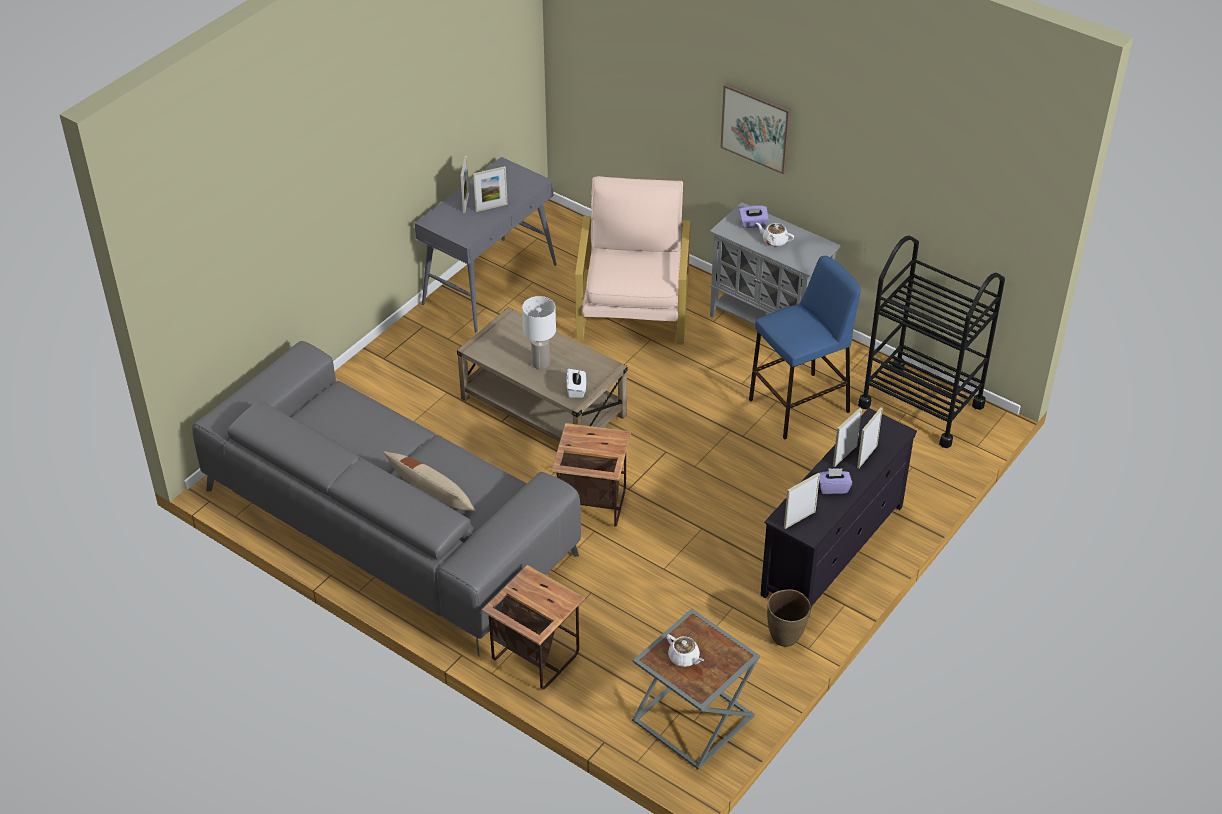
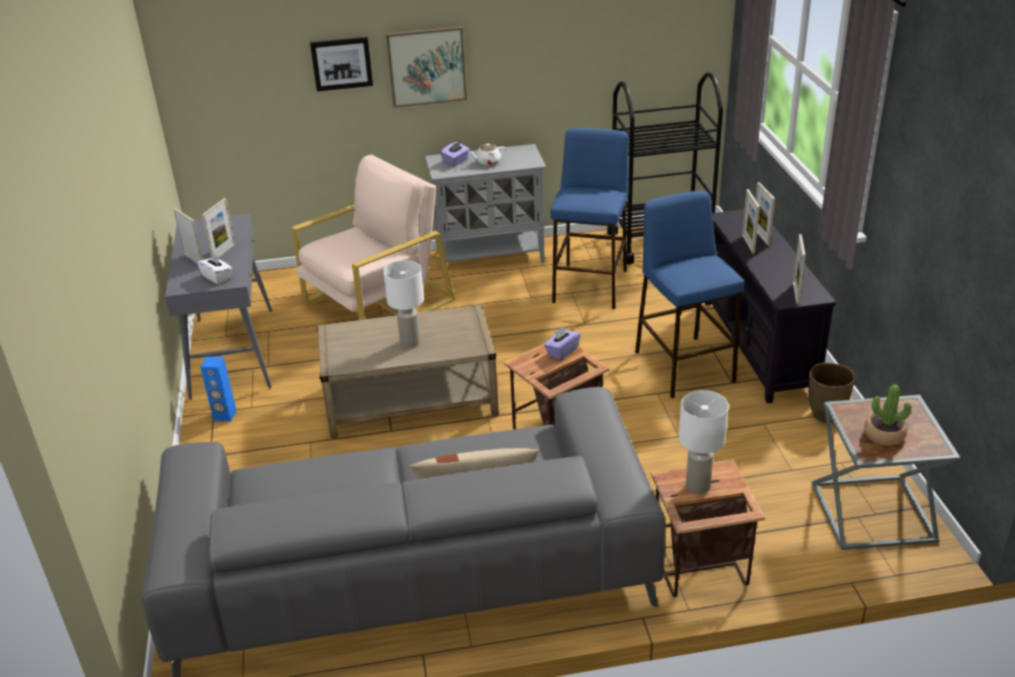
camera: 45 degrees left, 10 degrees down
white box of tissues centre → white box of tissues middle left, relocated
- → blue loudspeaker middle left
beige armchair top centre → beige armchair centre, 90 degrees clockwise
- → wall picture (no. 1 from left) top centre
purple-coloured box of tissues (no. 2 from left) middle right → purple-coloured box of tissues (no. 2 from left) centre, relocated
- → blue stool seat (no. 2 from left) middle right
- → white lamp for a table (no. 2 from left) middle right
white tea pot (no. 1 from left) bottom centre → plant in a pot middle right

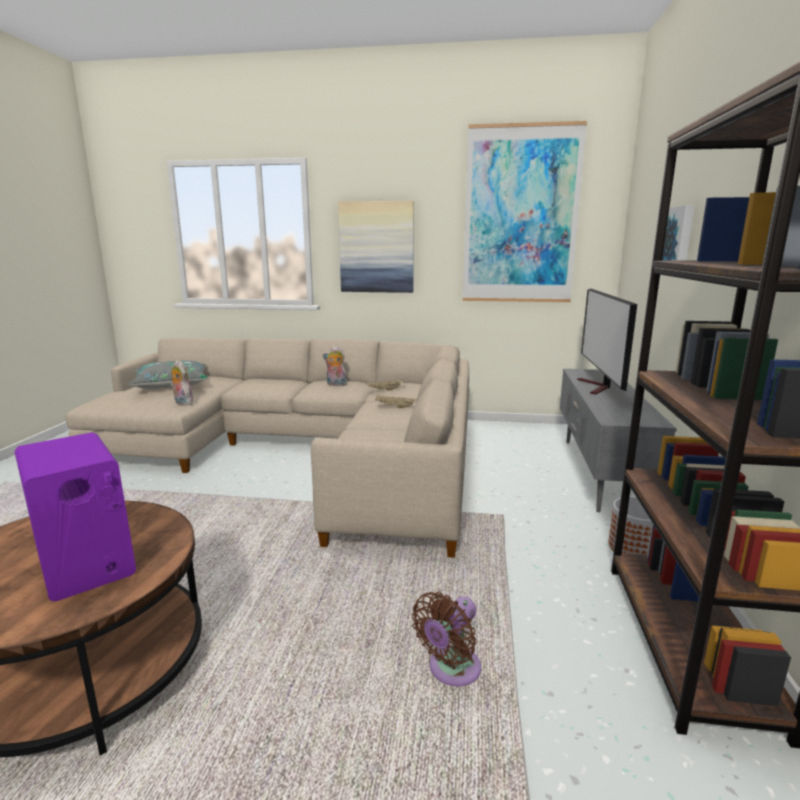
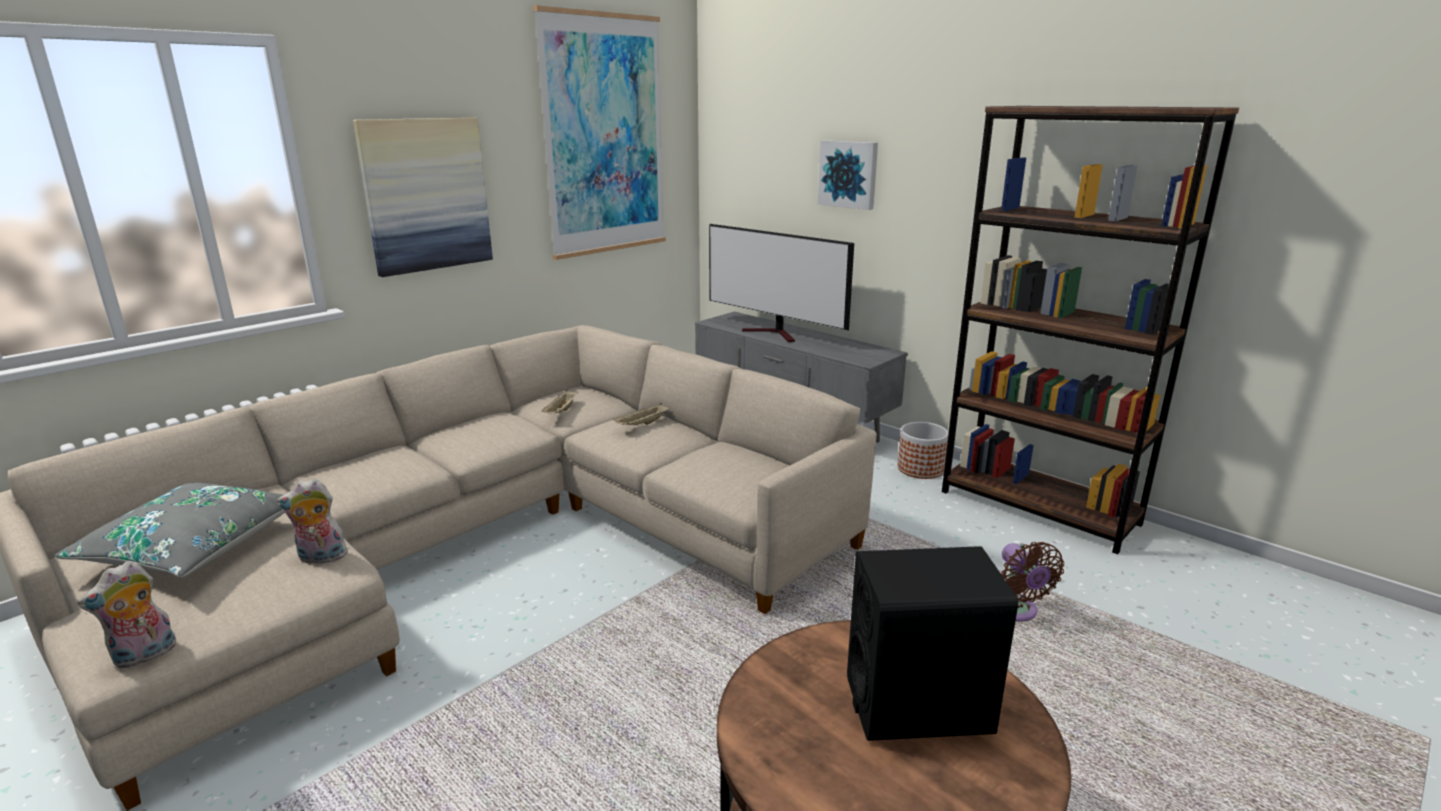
camera: 55 degrees left, 5 degrees up
soft toy (no. 2 from left in the first image) centre → soft toy (no. 1 from left) bottom left, relocated
purple-coloured loudspeaker middle left → black-coloured loudspeaker bottom centre

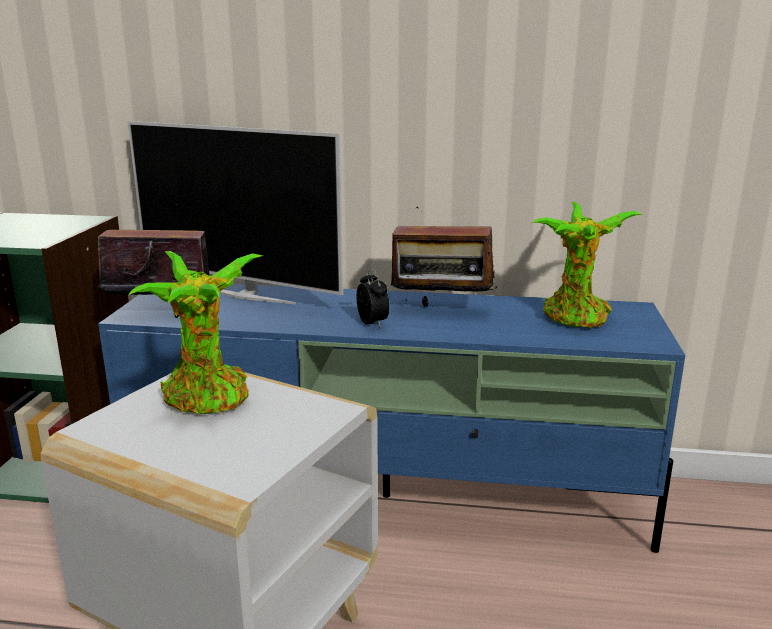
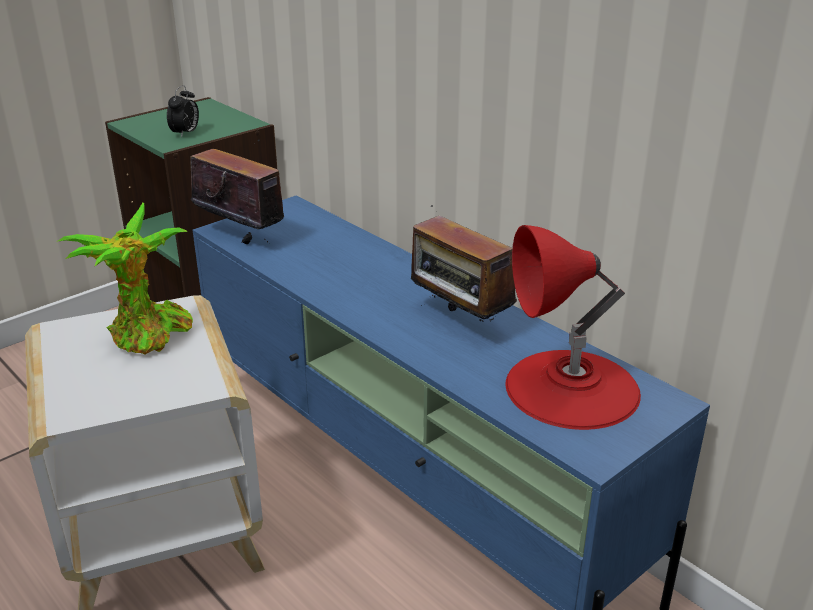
camera: 40 degrees right, 10 degrees up
bedside clock centre → bedside clock top left, relocated
plant in a pot (no. 2 from left) middle right → red-coloured lamp for a table middle right
television middle left → -

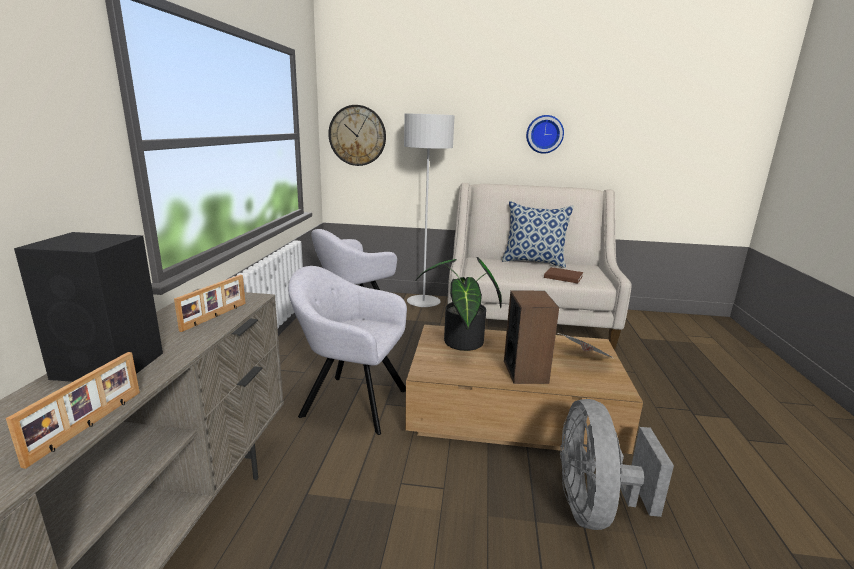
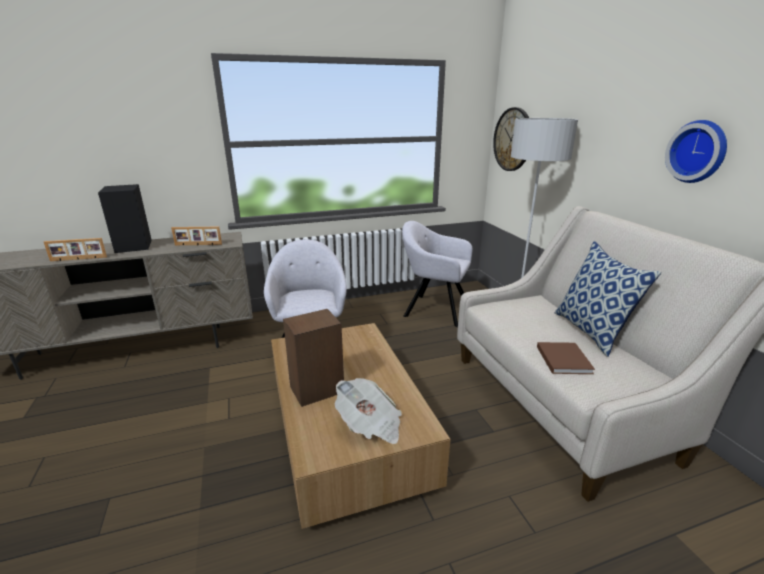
camera: 65 degrees right, 5 degrees up
plant in a pot centre → -
grey fan bottom right → -

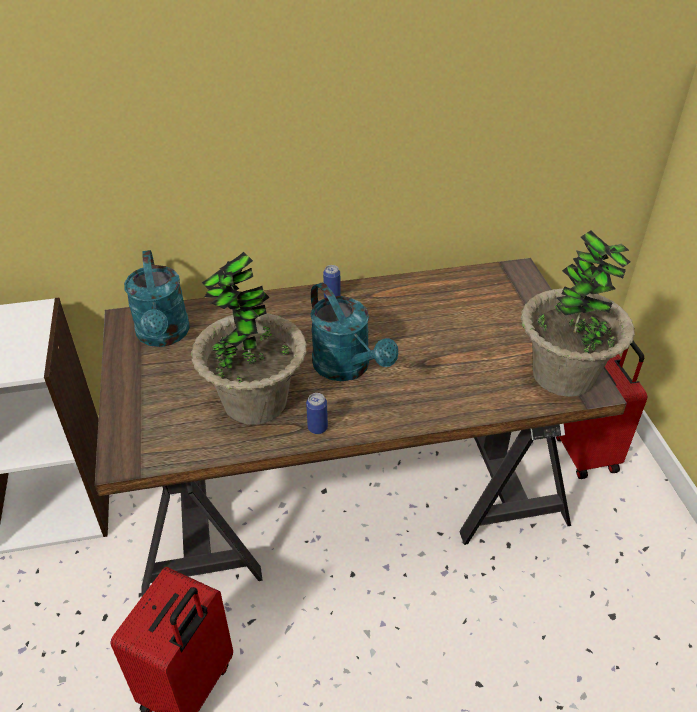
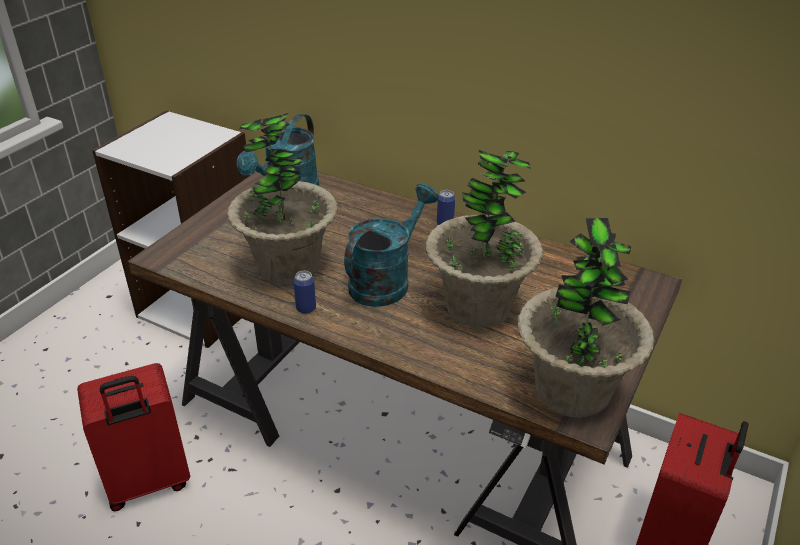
camera: 40 degrees right, 5 degrees down
turquoise-coloured watering pot (no. 2 from left) centre, 150 degrees counterclockwise
- → plant in a pot (no. 2 from left) centre

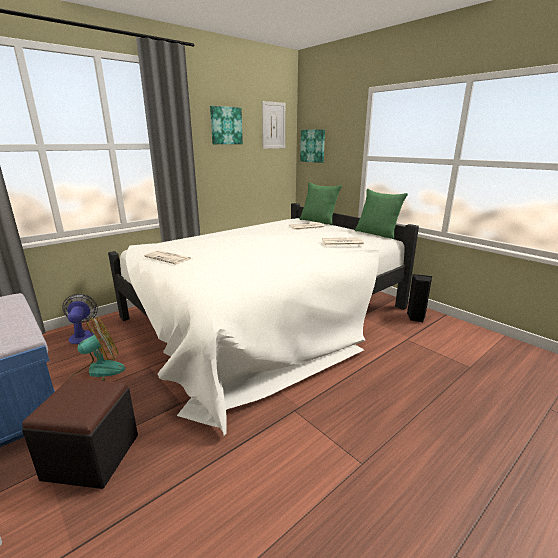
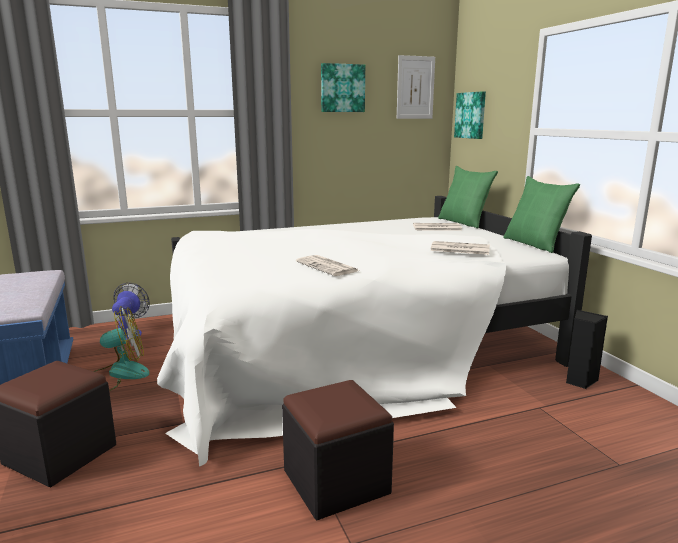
camera: 20 degrees right, 5 degrees down
- → black-coloured footrest (no. 2 from left) bottom centre
newspaper (no. 1 from left) middle left → newspaper (no. 1 from left) centre, relocated

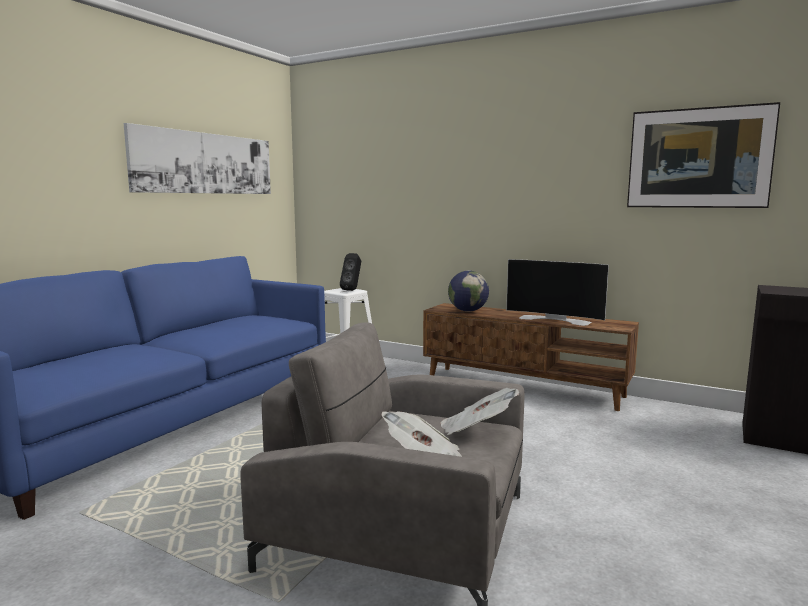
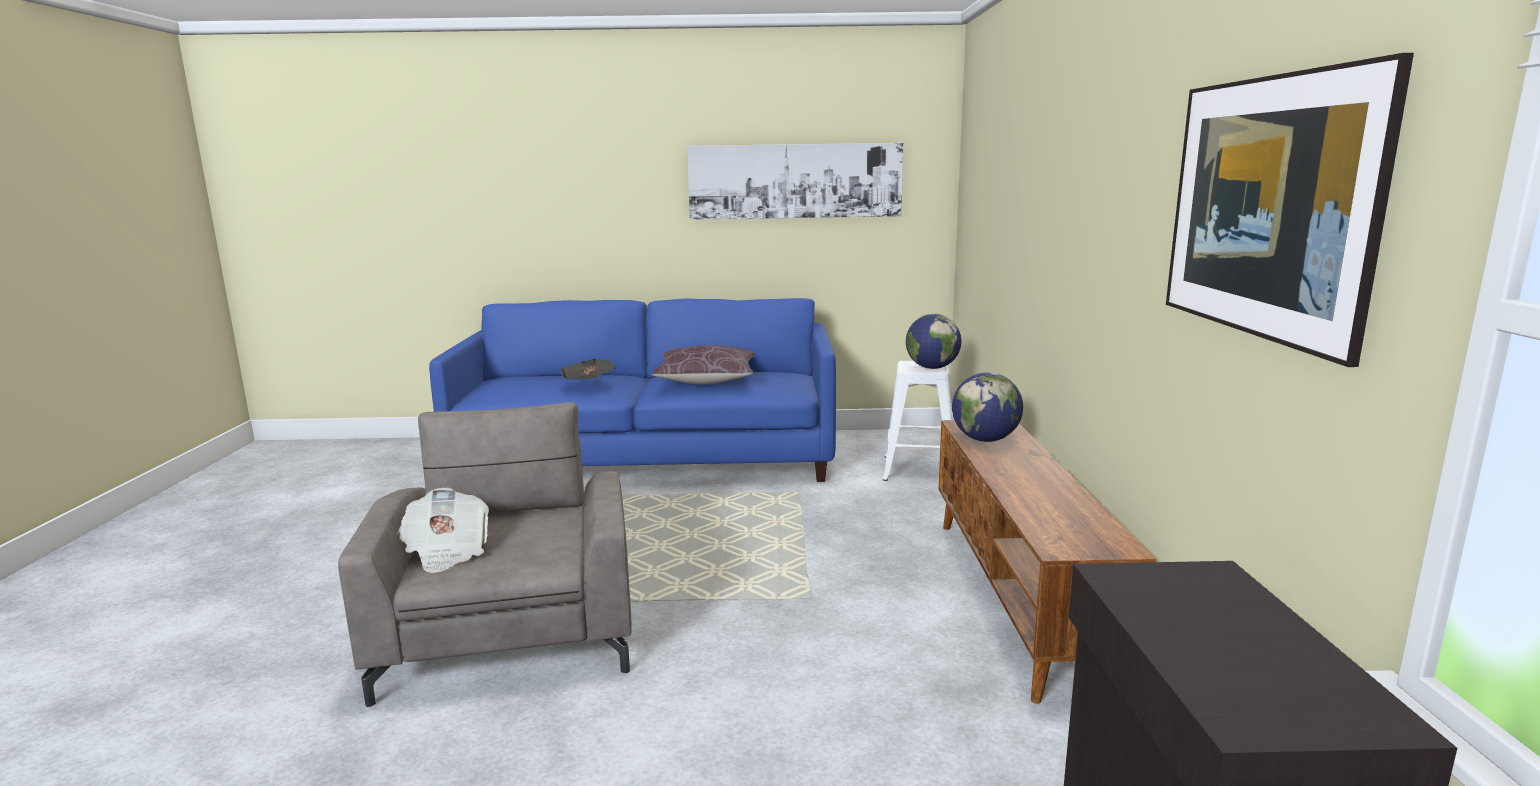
camera: 60 degrees right, 5 degrees up
newspaper (no. 2 from left) bottom centre → newspaper (no. 2 from left) centre, relocated
- → brown-coloured cushion centre
black-coloured loudspeaker centre → globe (no. 1 from left) centre
television middle right → -

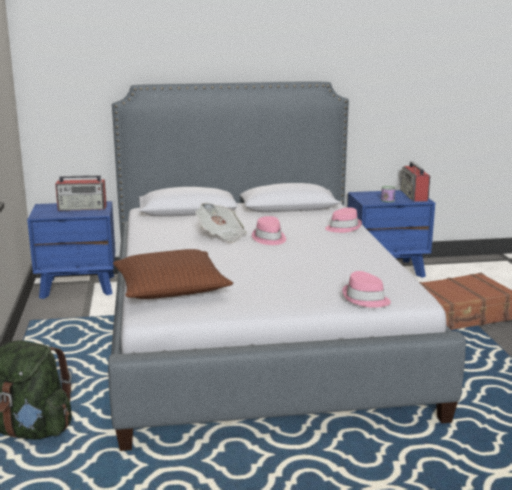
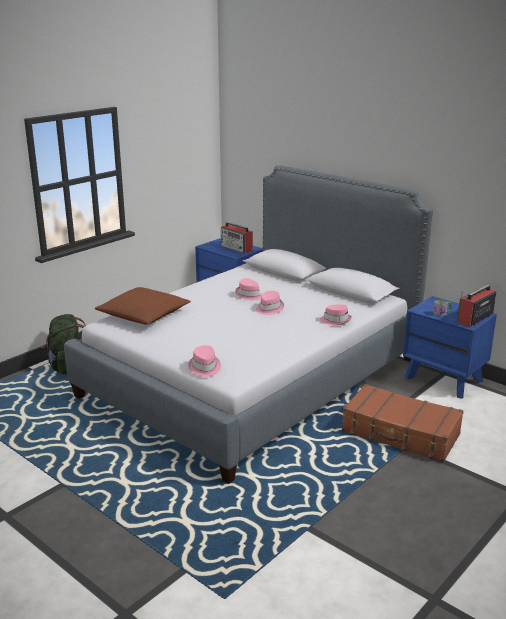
camera: 50 degrees right, 5 degrees up
newspaper centre → pink-coloured clothing hat (no. 2 from left) centre

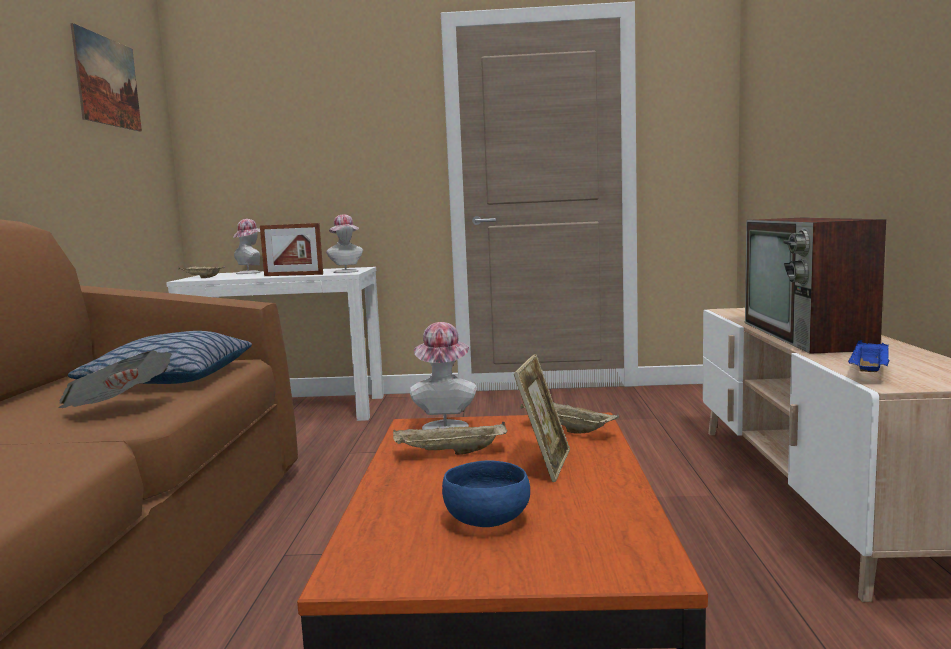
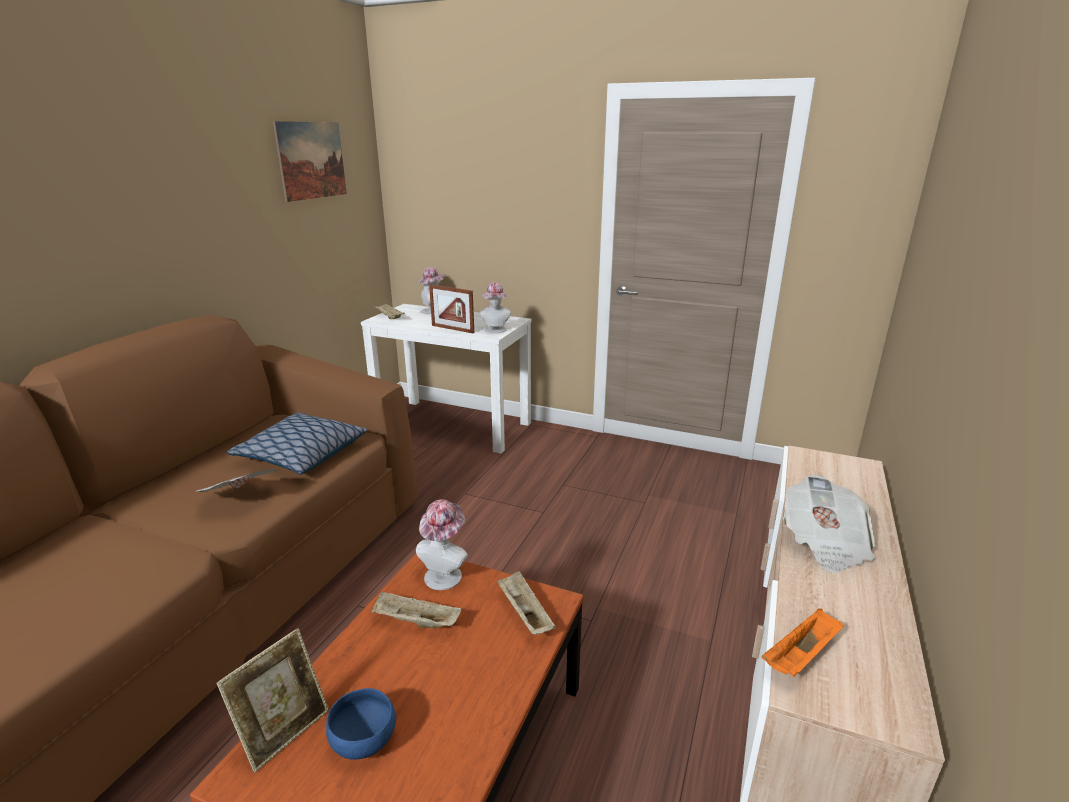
camera: 20 degrees right, 15 degrees up
standing frame (no. 2 from left in the first image) centre → standing frame (no. 1 from left) bottom left, relocated
blue serving tray middle right → orangey serving tray bottom right
television middle right → newspaper (no. 2 from left) middle right

